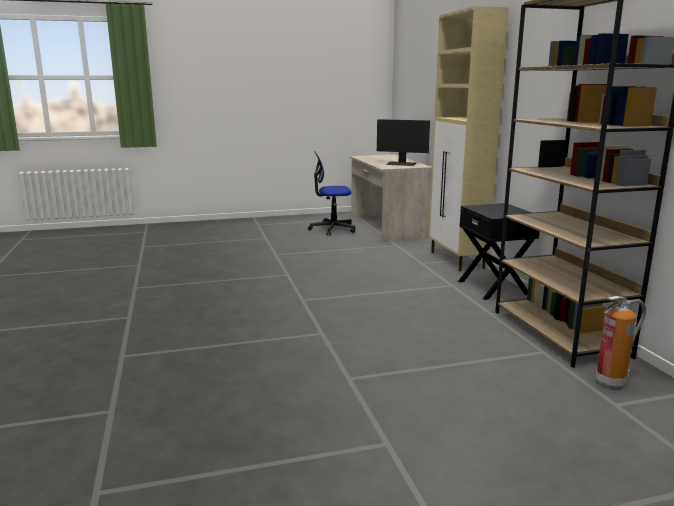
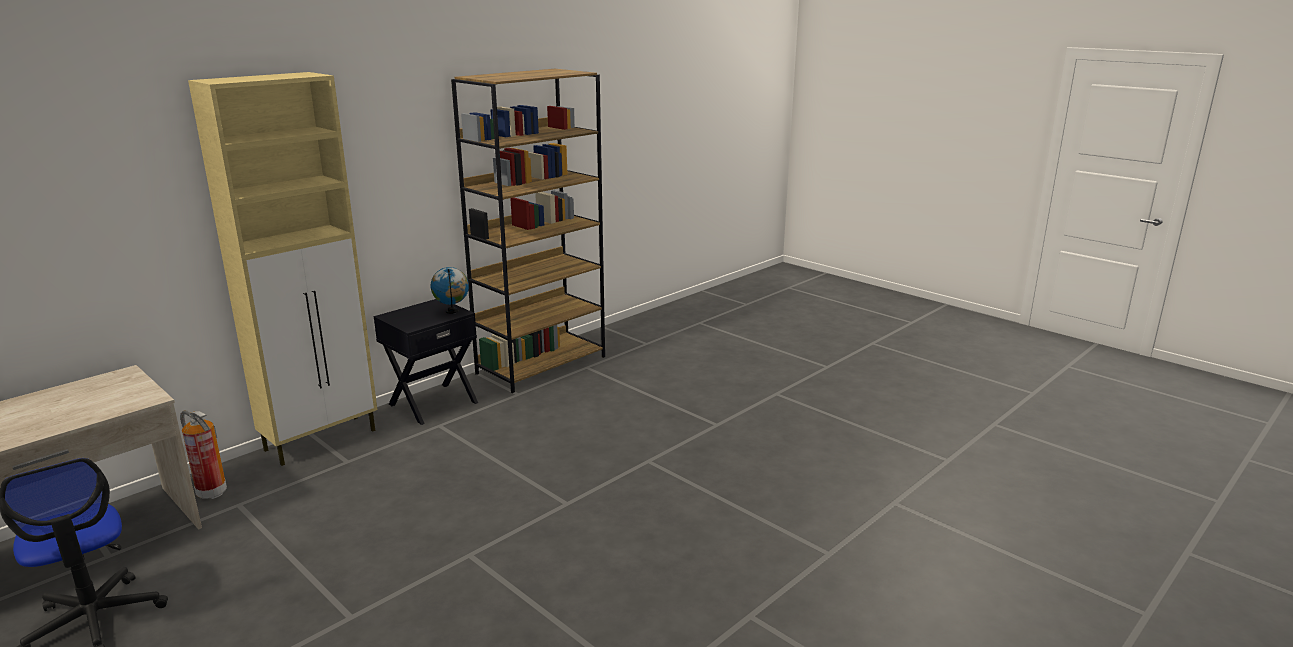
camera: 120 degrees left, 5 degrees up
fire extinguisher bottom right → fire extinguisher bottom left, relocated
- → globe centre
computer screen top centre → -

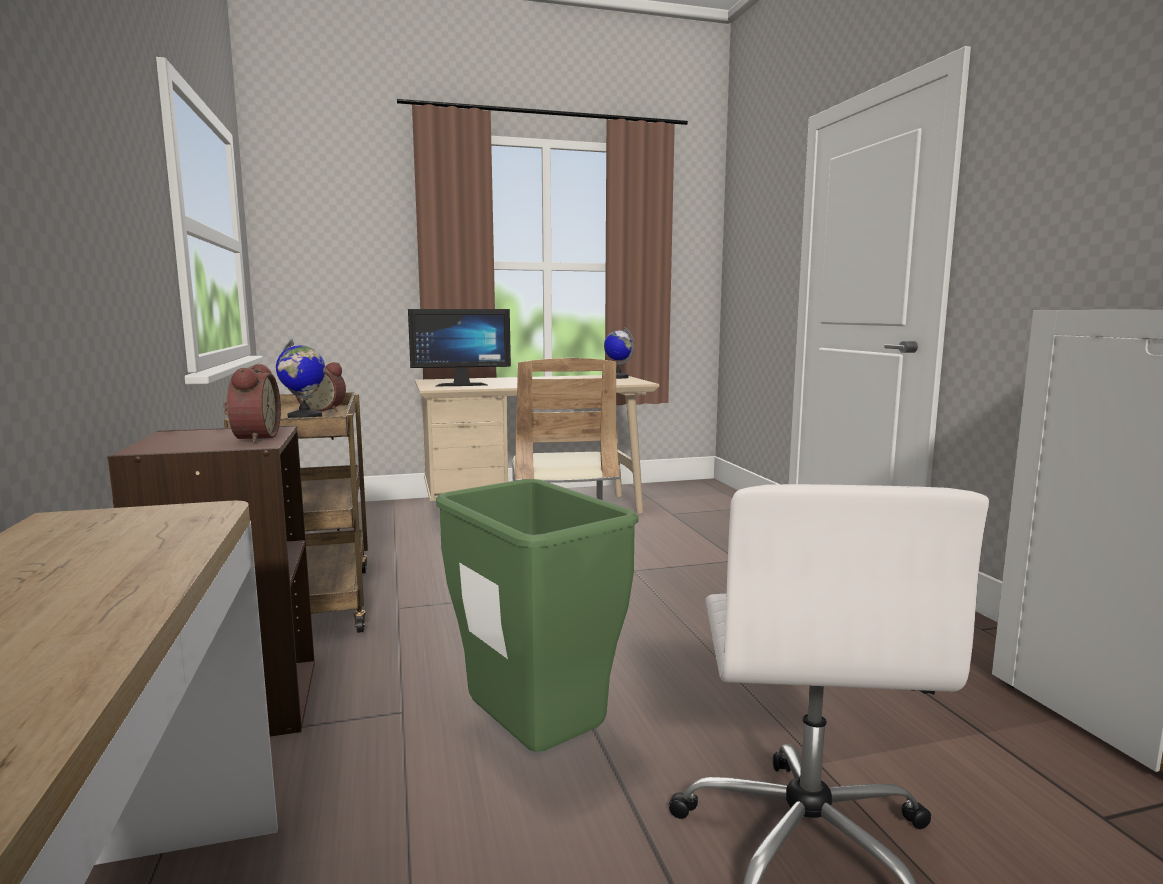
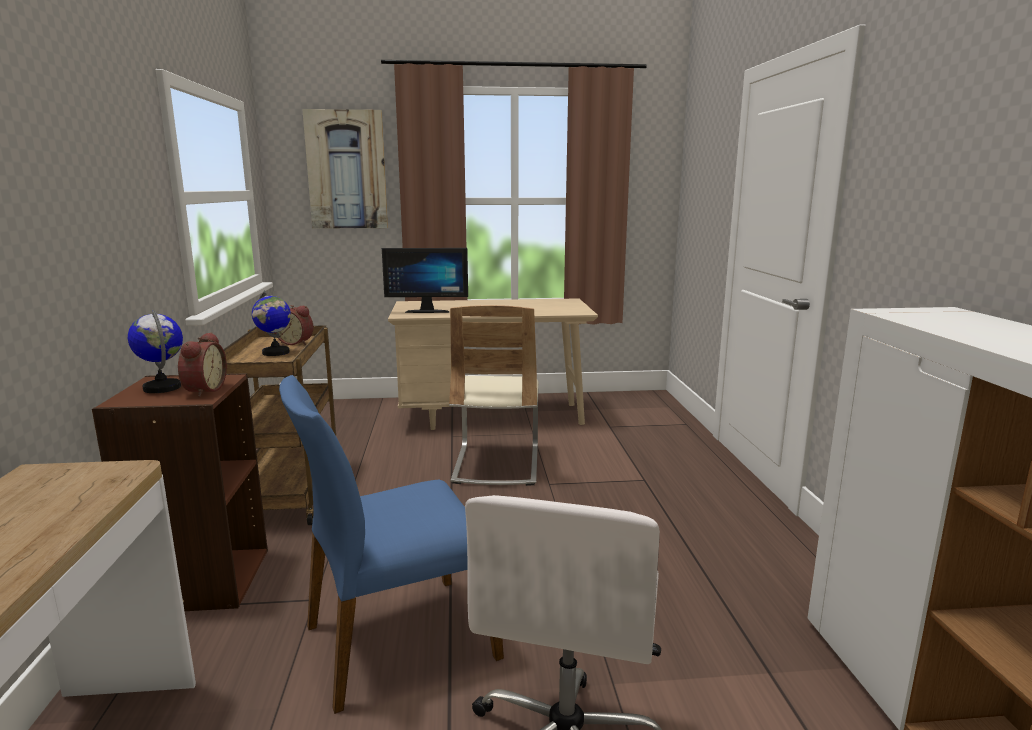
camera: 10 degrees right, 5 degrees up
globe (no. 2 from left in the first image) centre → globe (no. 1 from left) middle left, relocated
green trash can bottom centre → blue upright chair bottom centre
- → wall picture top centre

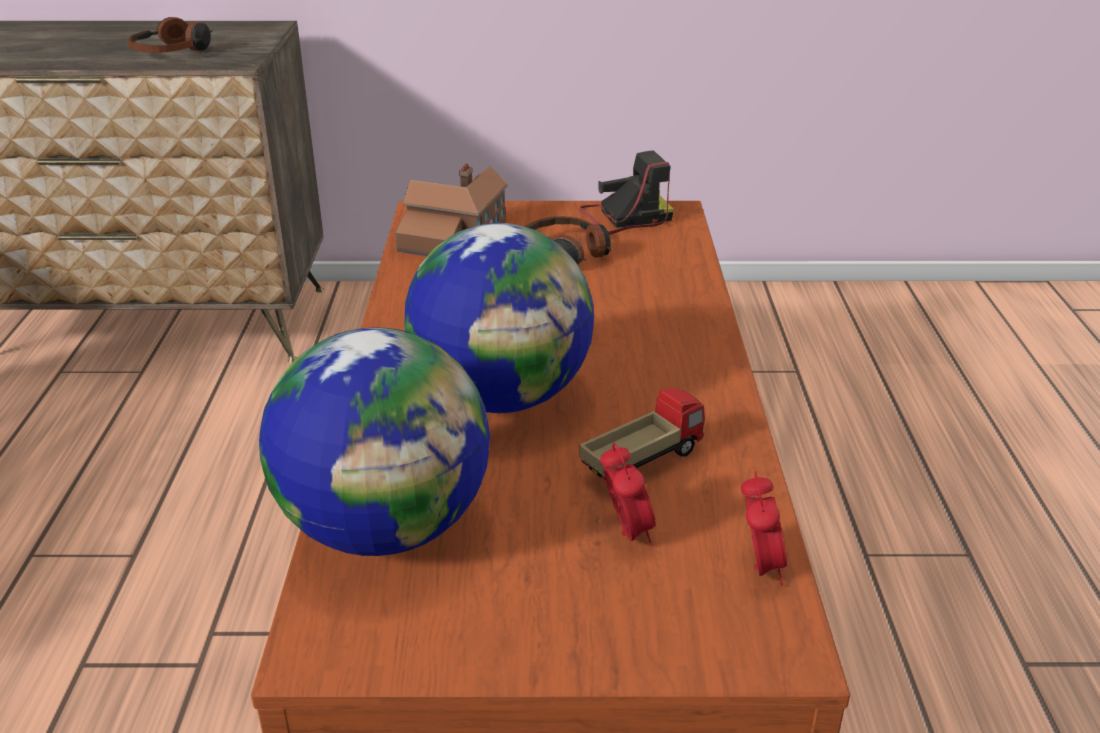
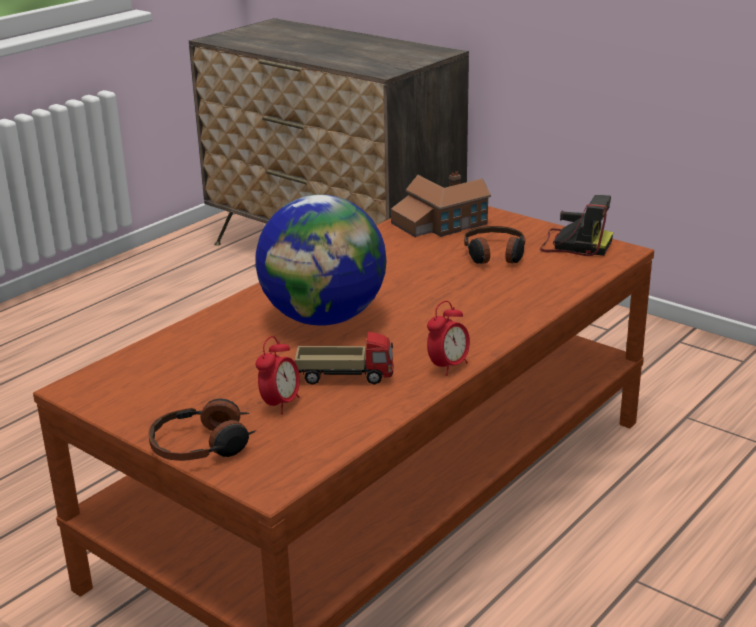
camera: 40 degrees right, 5 degrees down
headphones (no. 1 from left) top left → headphones (no. 1 from left) bottom left, relocated
bedside clock (no. 2 from left) bottom right → bedside clock (no. 2 from left) centre, relocated
globe (no. 1 from left) centre → -

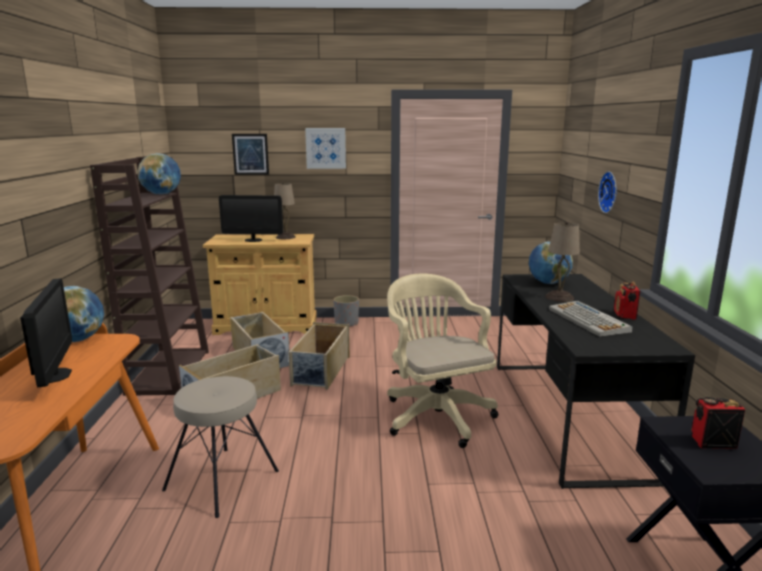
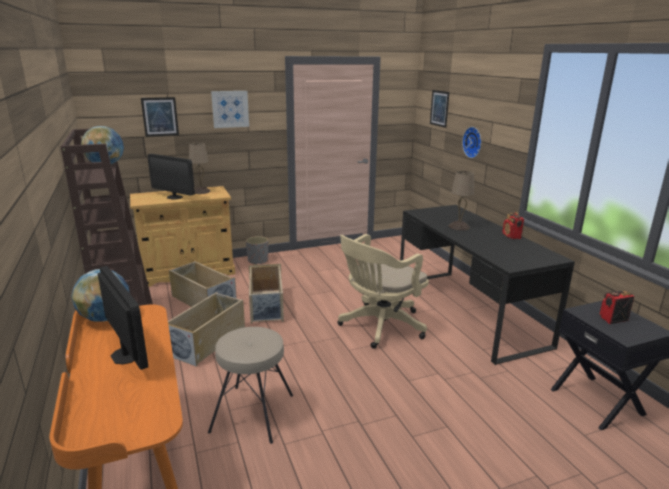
camera: 20 degrees left, 5 degrees up
computer screen (no. 2 from left) middle left, 45 degrees clockwise
beige computer chair centre, 90 degrees counterclockwise
- → wall picture (no. 3 from left) top centre
globe (no. 3 from left) middle right → -
computer keyboard middle right → -

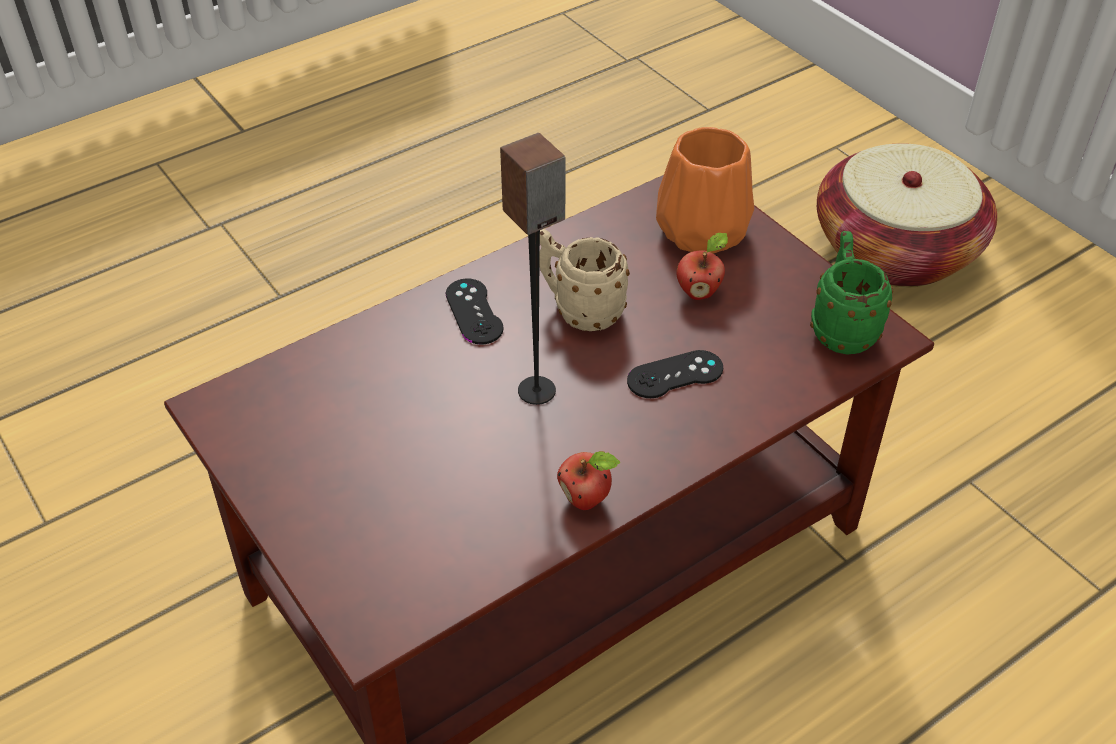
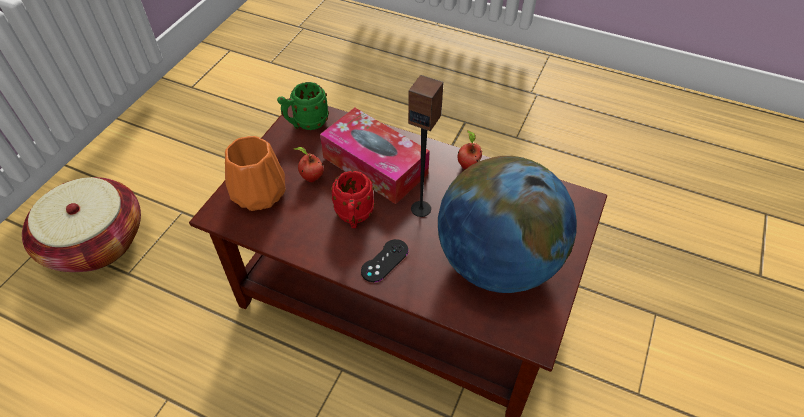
camera: 120 degrees left, 5 degrees up
black-coloured gamepad (no. 2 from left) centre → box of tissues centre
beige coffee mug centre → red-coloured coffee mug centre
- → globe centre

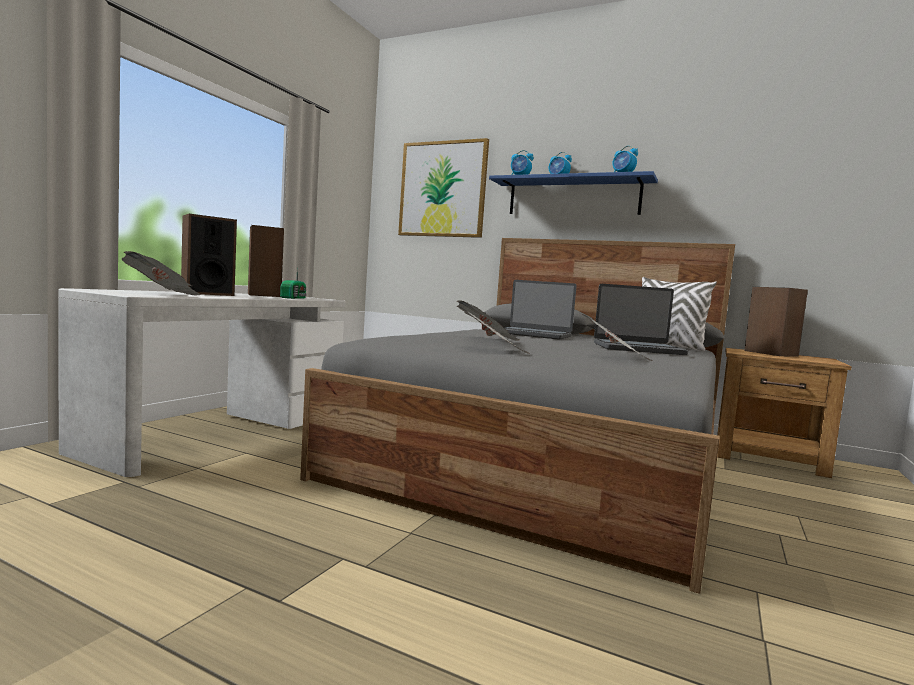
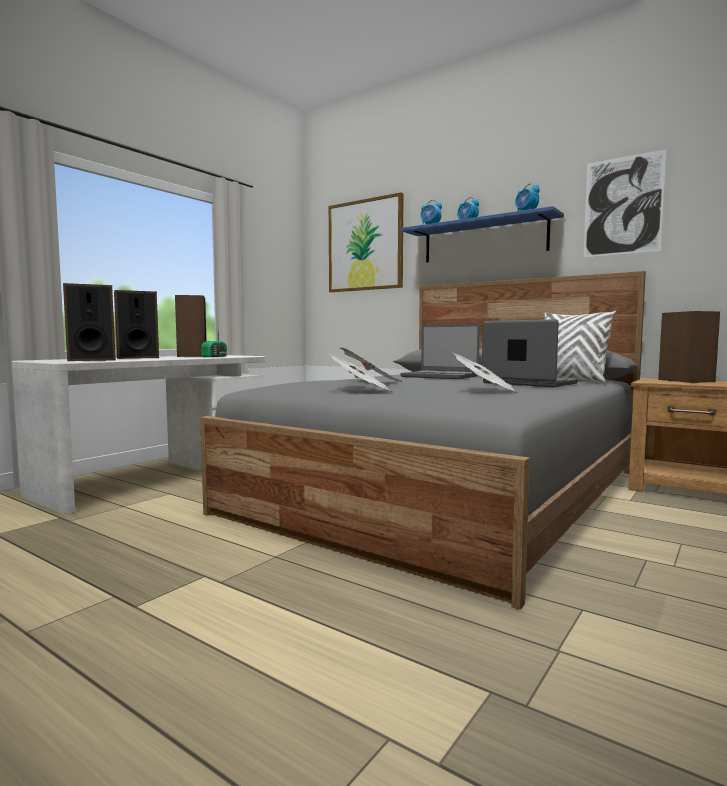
camera: 10 degrees right, 0 degrees up
newspaper (no. 1 from left) middle left → loudspeaker (no. 1 from left) middle left
notebook computer (no. 2 from left) middle right, 150 degrees counterclockwise
- → wall picture (no. 2 from left) top right

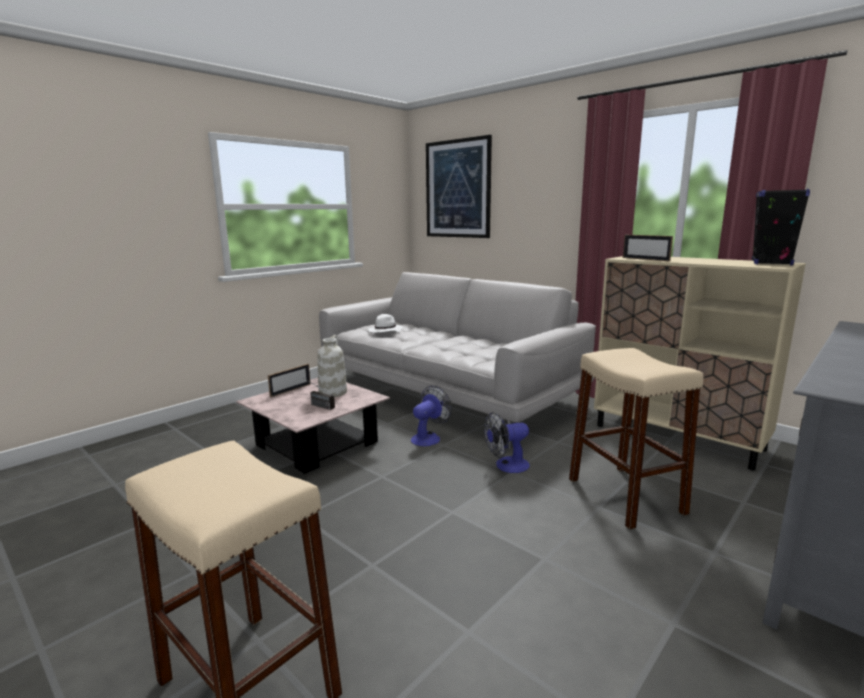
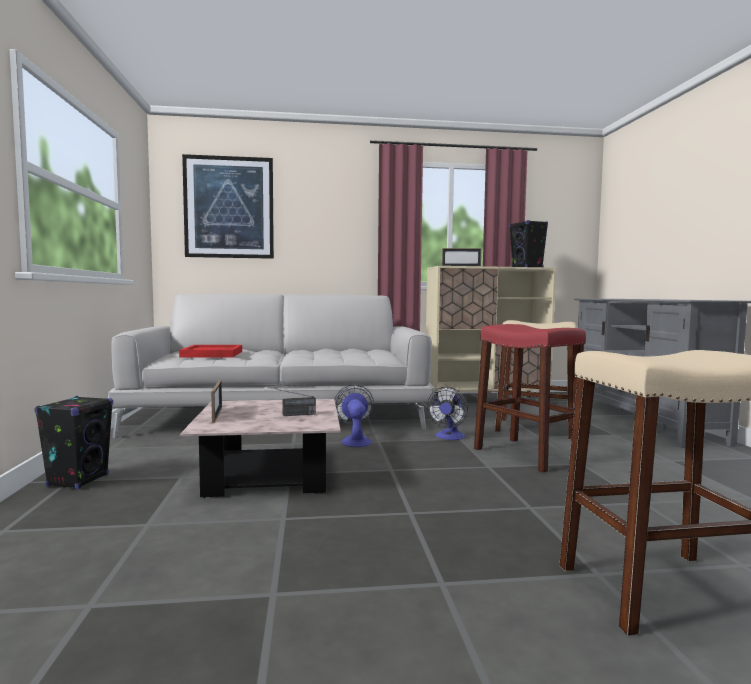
camera: 50 degrees left, 10 degrees down
- → black-coloured loudspeaker (no. 1 from left) middle left
white clothing hat centre → red-coloured serving tray middle left
- → red-coloured stool seat middle right
white vase centre → -

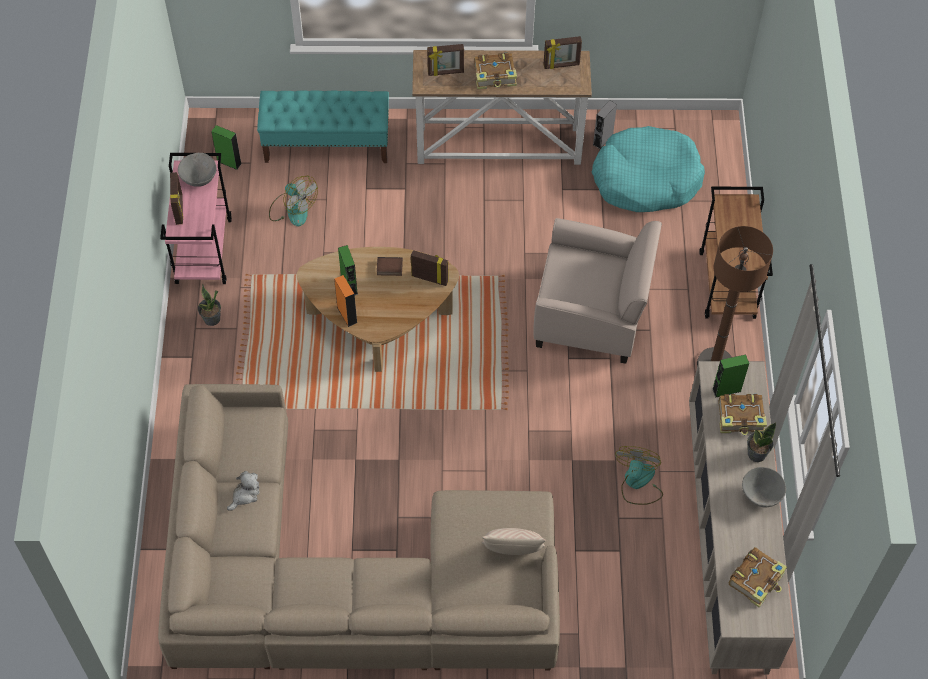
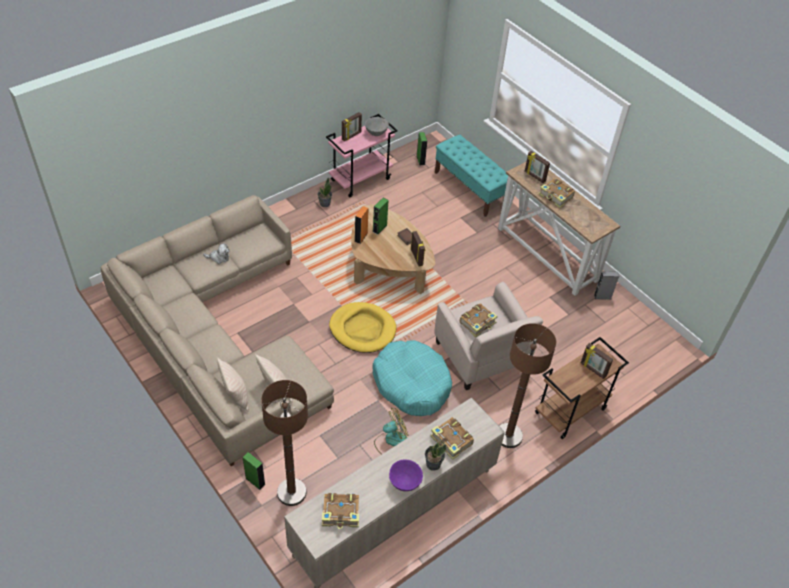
camera: 50 degrees right, 10 degrees down
- → beige cushion (no. 1 from left) middle left
green loudspeaker (no. 3 from left in the first image) middle right → green loudspeaker (no. 1 from left) bottom left, relocated
- → brown-coloured standing lamp (no. 1 from left) bottom centre
- → yellowish dog cushion centre
turquoise-coloured dog cushion top right → turquoise-coloured dog cushion centre, relocated
grey serving bowl (no. 2 from left) bottom right → purple-coloured serving bowl bottom centre
- → volume (no. 4 from left) centre
standing frame (no. 4 from left) top centre → standing frame (no. 4 from left) middle right, relocated
fan (no. 1 from left) top left → -

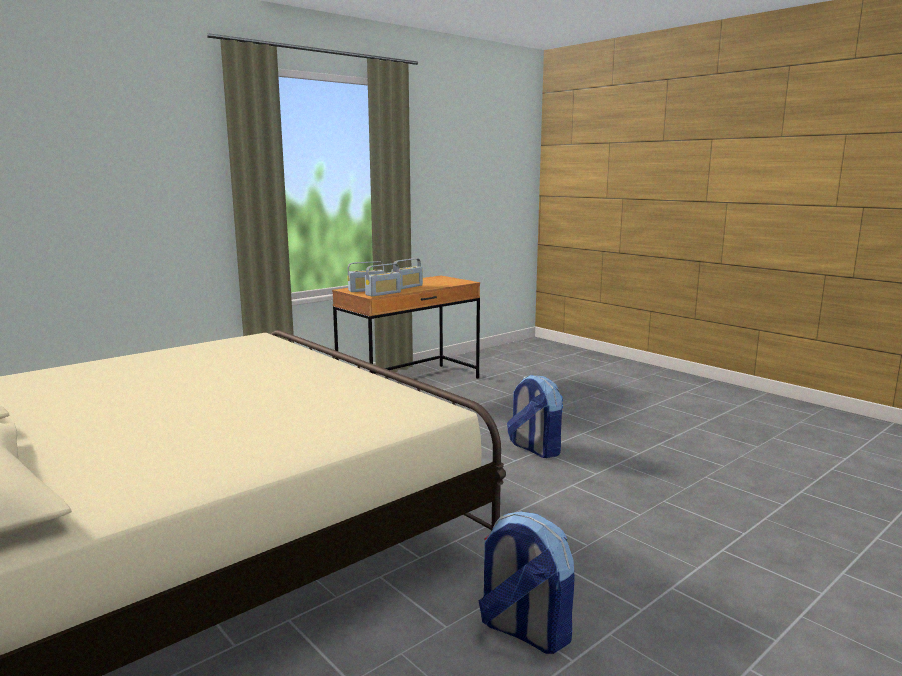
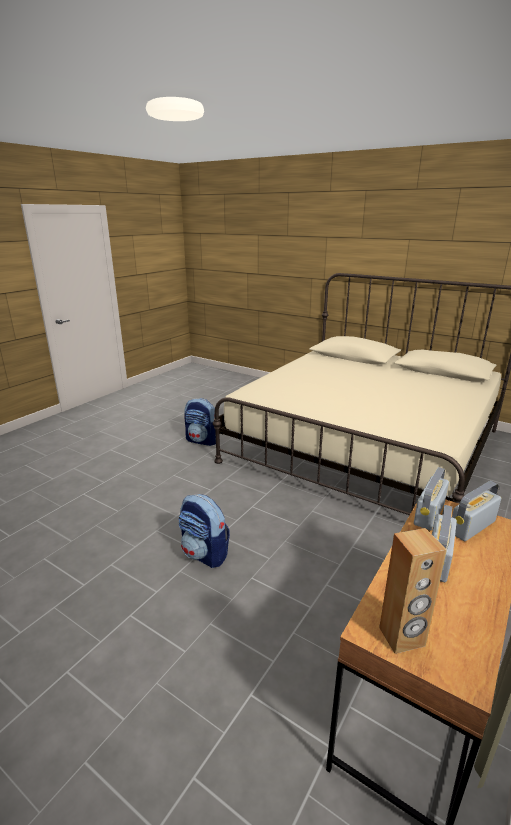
camera: 165 degrees right, 10 degrees up
- → brown-coloured loudspeaker bottom right

